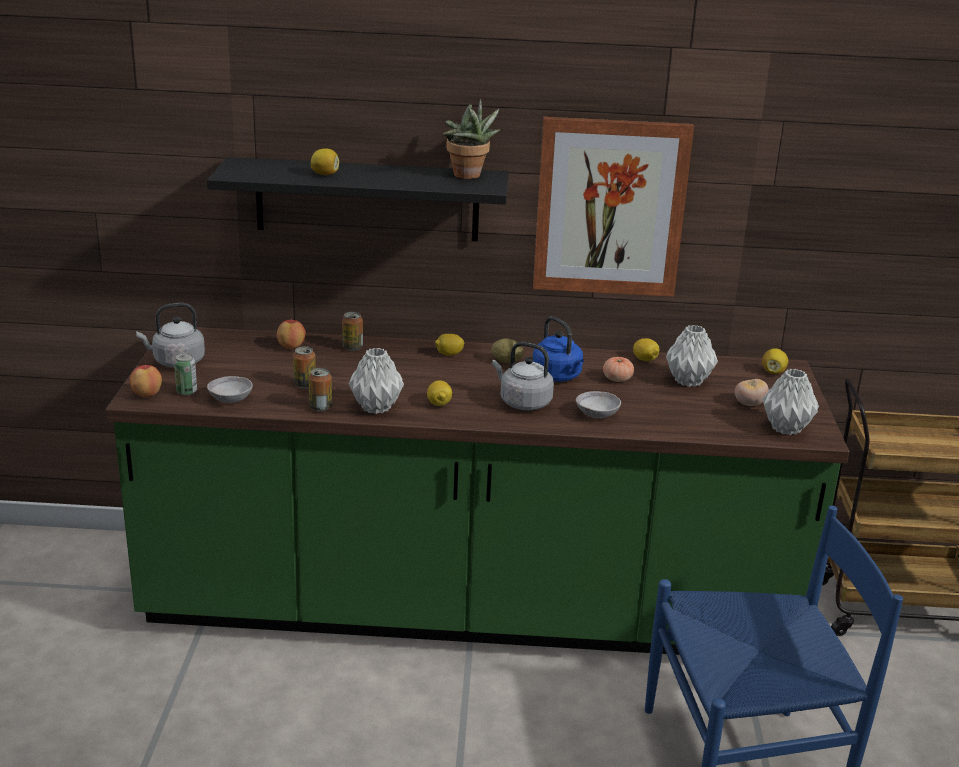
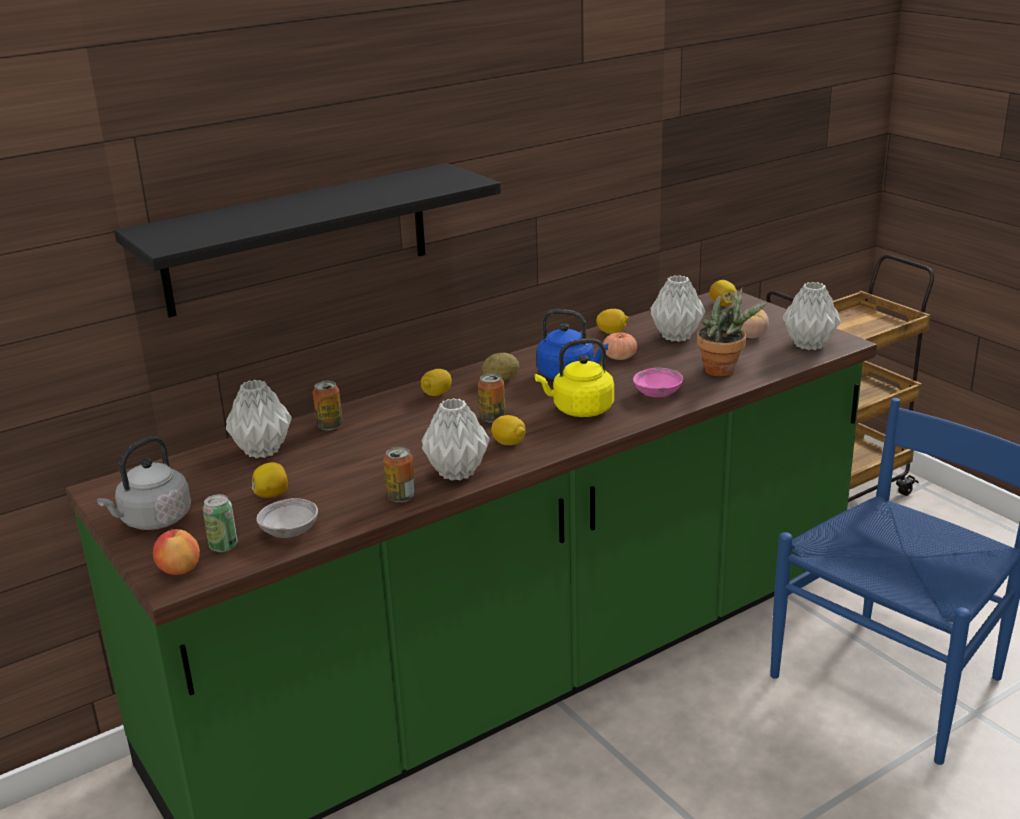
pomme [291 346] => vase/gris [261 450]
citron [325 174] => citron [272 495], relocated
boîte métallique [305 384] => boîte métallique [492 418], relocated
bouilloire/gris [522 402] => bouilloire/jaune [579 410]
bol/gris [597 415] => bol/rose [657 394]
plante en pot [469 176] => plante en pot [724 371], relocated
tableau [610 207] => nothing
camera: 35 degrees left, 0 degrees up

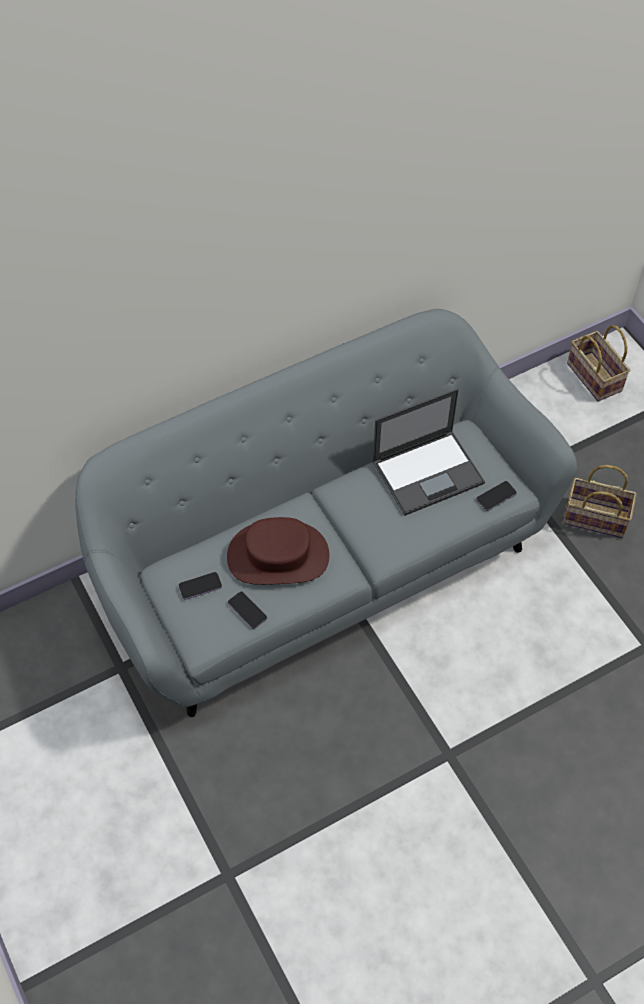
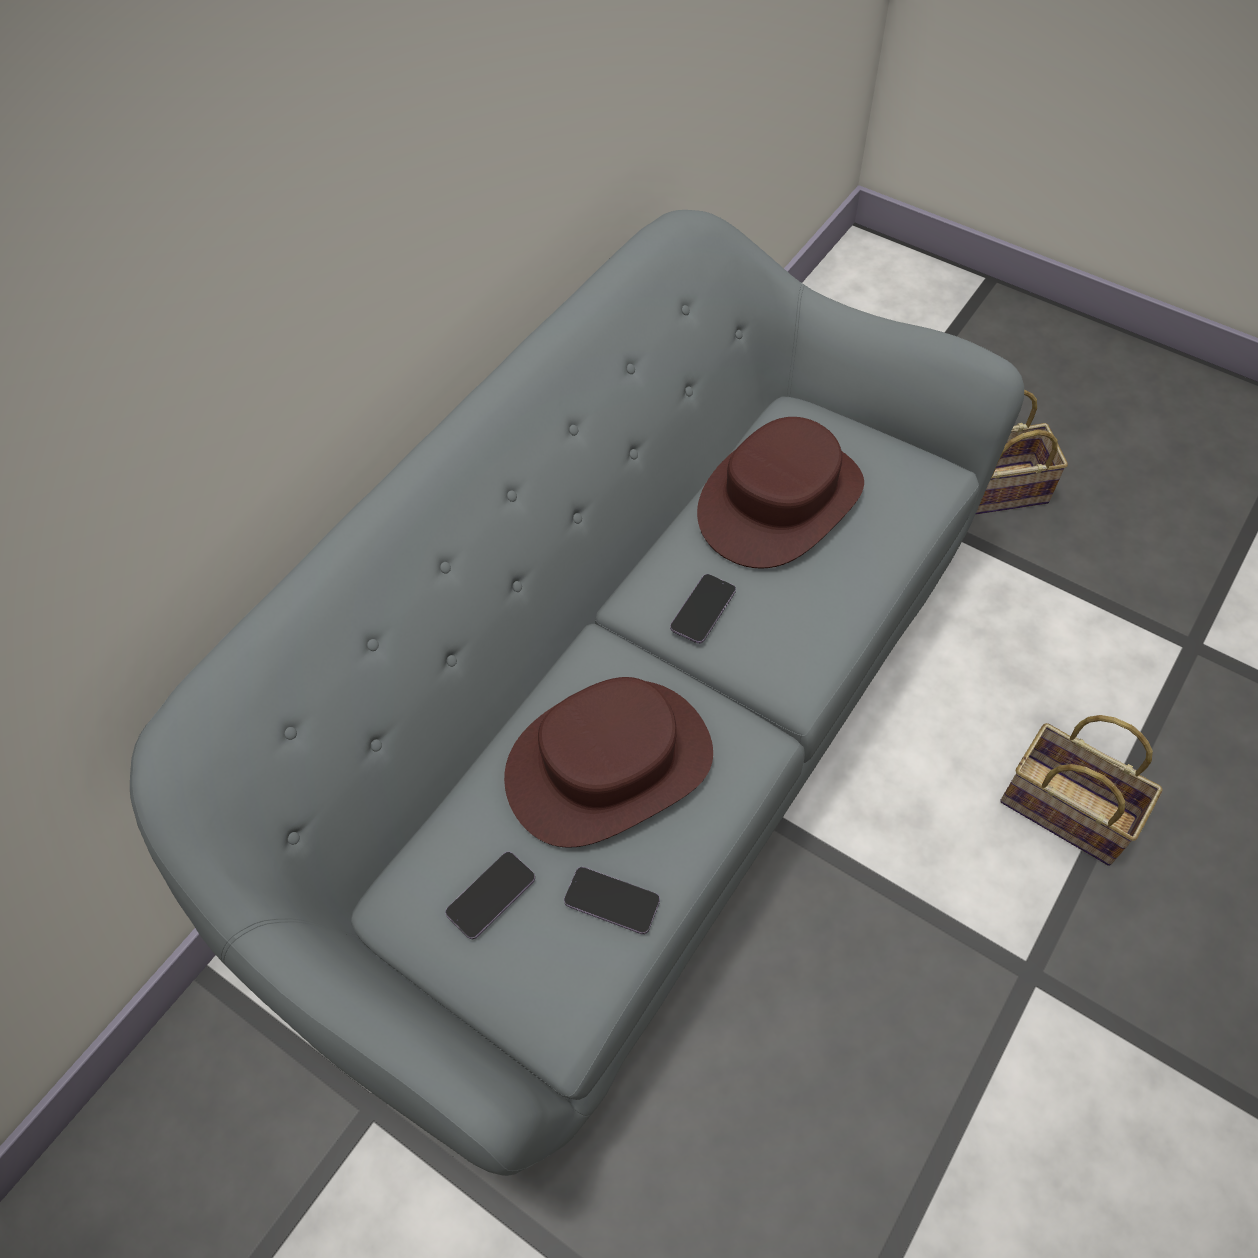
téléphone [496 496] => téléphone [703 610], relocated
ordinateur portable [428 472] => chapeau/marron [779 500]
panier [592 376] => panier [1062 810], relocated
camera: 25 degrees left, 0 degrees up

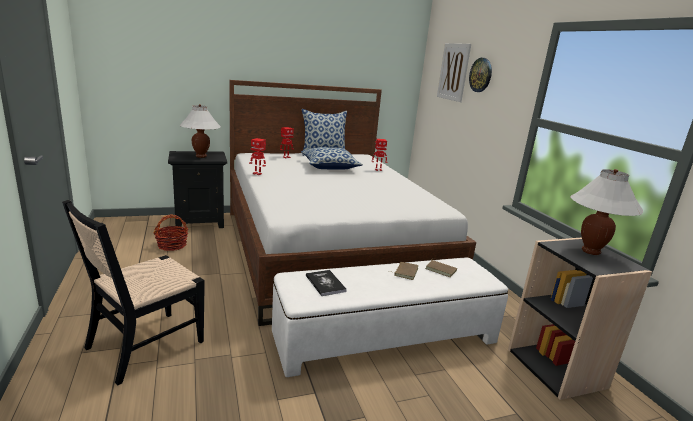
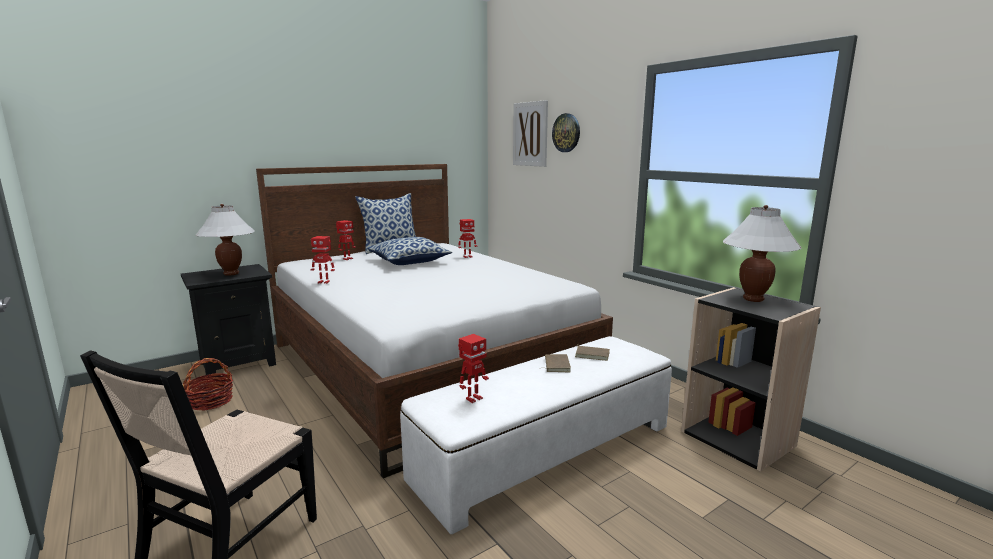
livre [325 283] => robot jouet [473 398]
camera: 15 degrees left, 5 degrees down

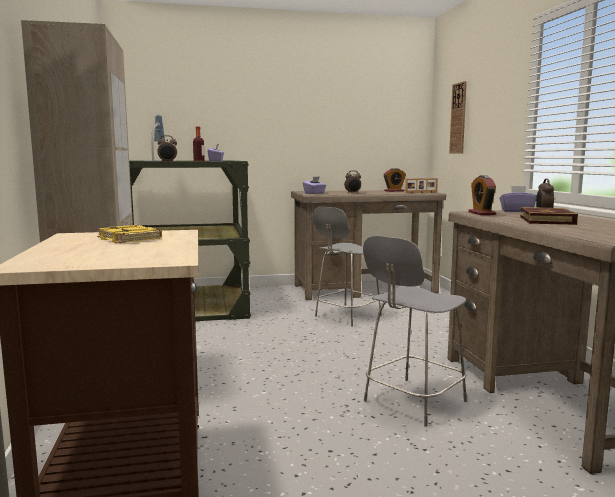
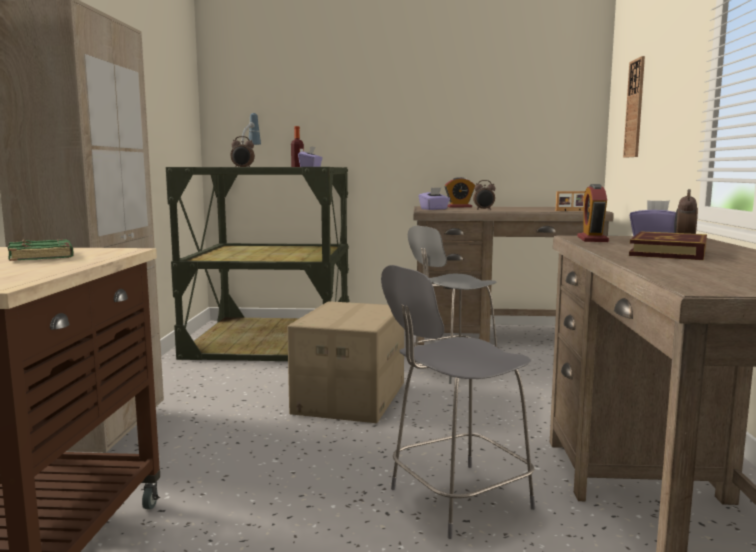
livre/jaune [130 239] => livre/vert [43 256]
nothing => carton [349 398]
réveil [394 191] => réveil [459 207], relocated
camera: 15 degrees right, 0 degrees up

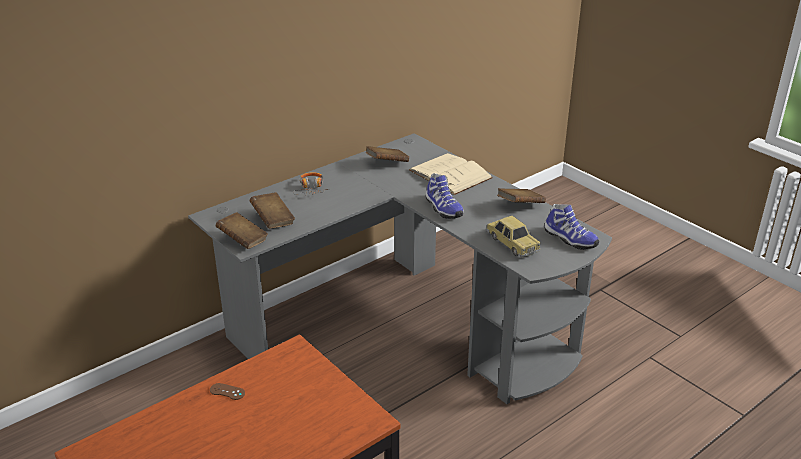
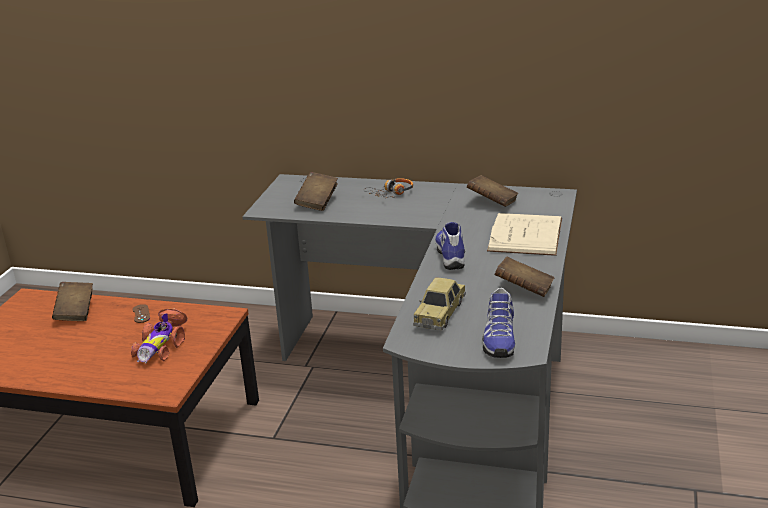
livre/marron [243 240] => livre/marron [75 312], relocated
nothing => petite voiture [161 346]
chaussure [442 208] => chaussure [452 256], 150 degrees clockwise
camera: 55 degrees right, 5 degrees down

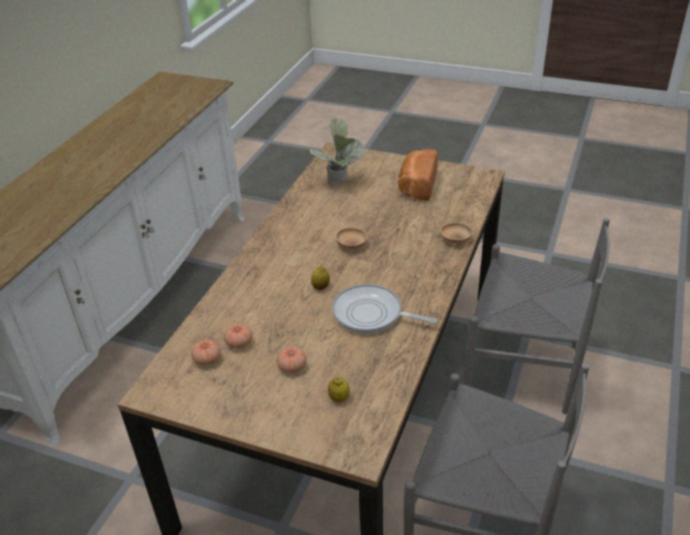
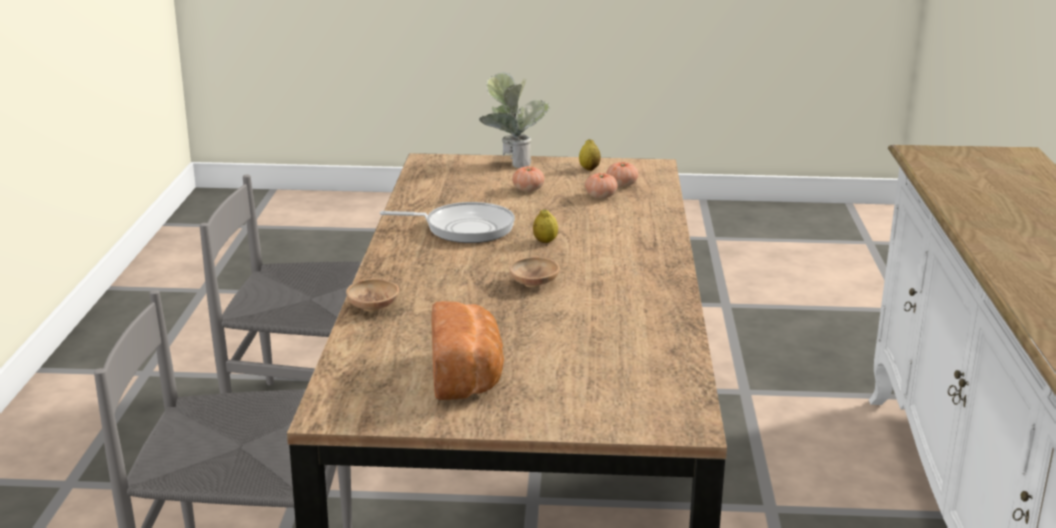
plante en pot [339 184] => plante en pot [512 162], relocated
citron [339 398] => citron [589 169], relocated
camera: 160 degrees right, 15 degrees down

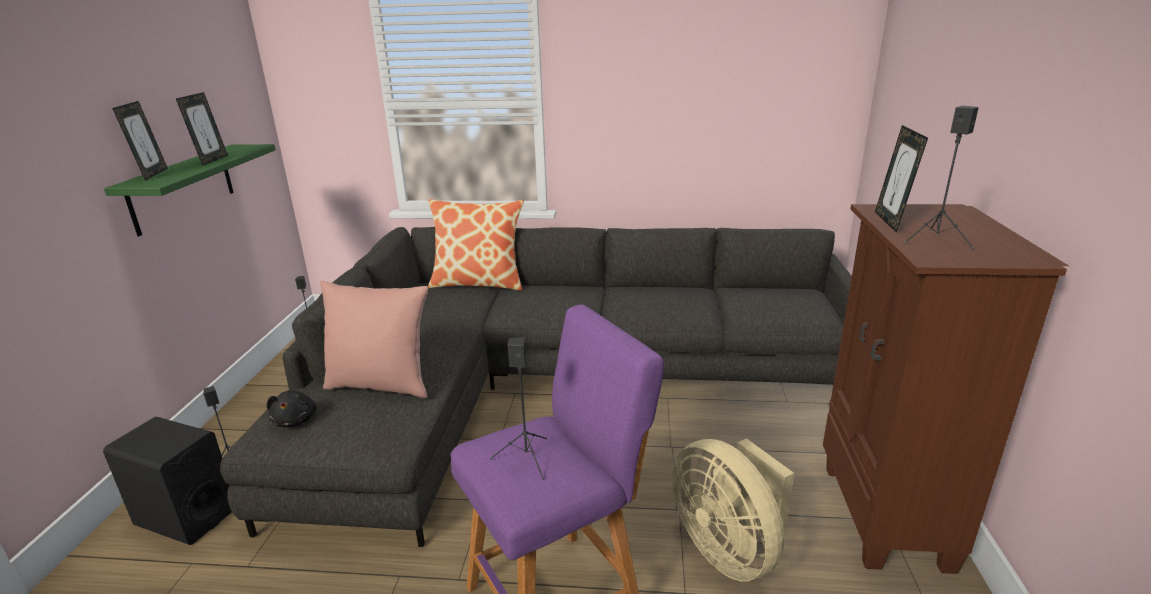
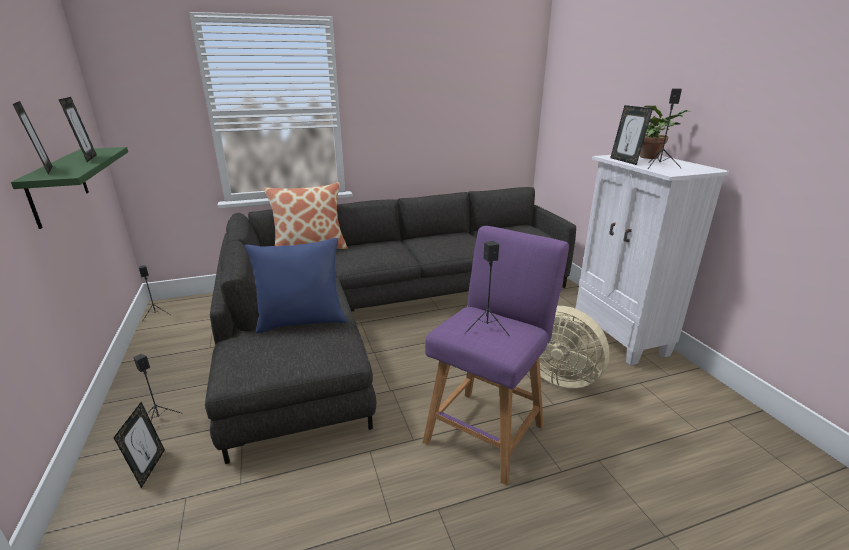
enceinte/noir [186 516] => cadre photo [149 468]
coussin/rose [381 385] => coussin/bleu [302 321]
meuble de rangement/marron [881 517] => meuble de rangement/blanc [619 339]
nothing => plante en pot [651 157]
peluche/noir [296 420] => nothing
camera: 25 degrees left, 0 degrees up

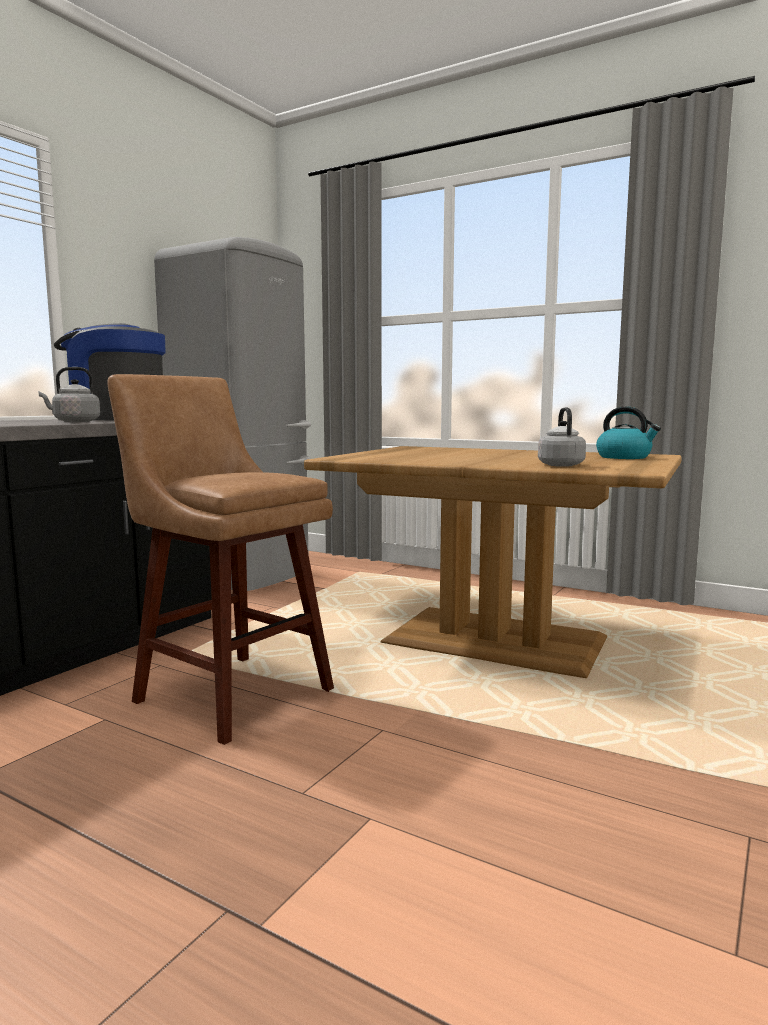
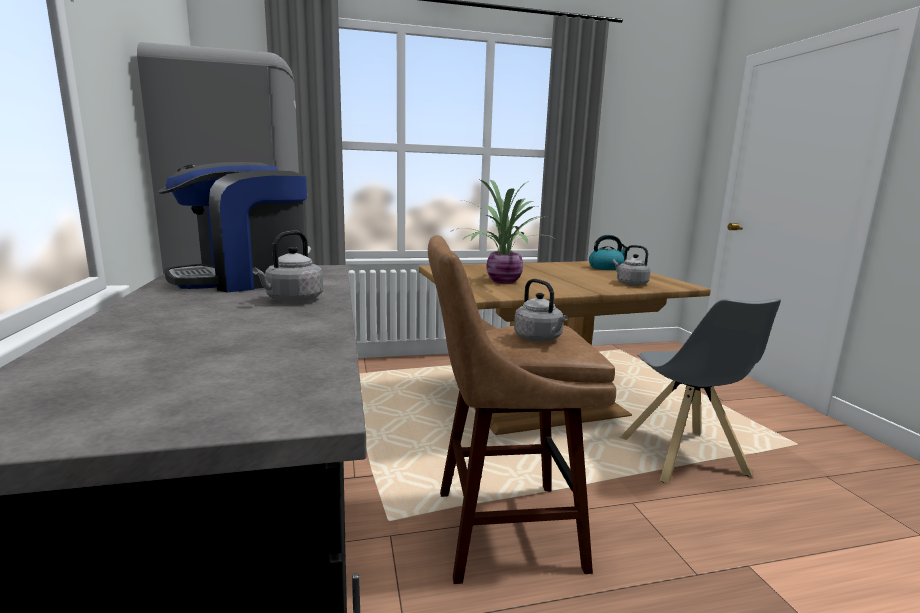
nothing => plante en pot [502 281]
nothing => bouilloire/gris [539 339]
nothing => chaise/gris [684 457]
camera: 45 degrees left, 5 degrees up

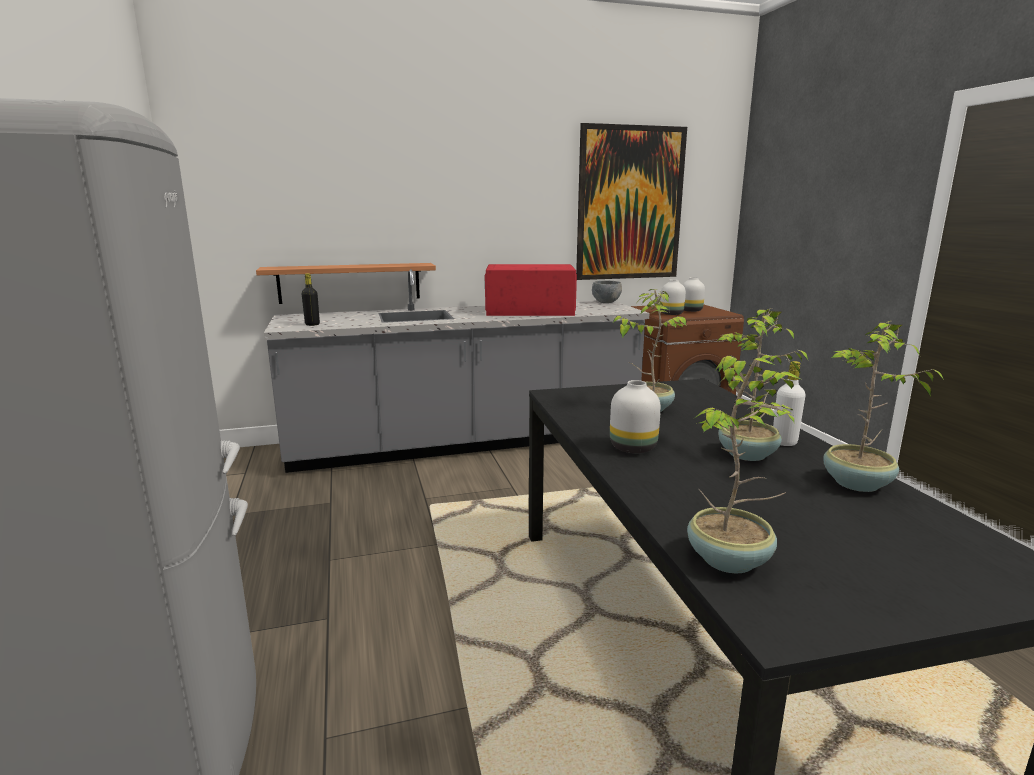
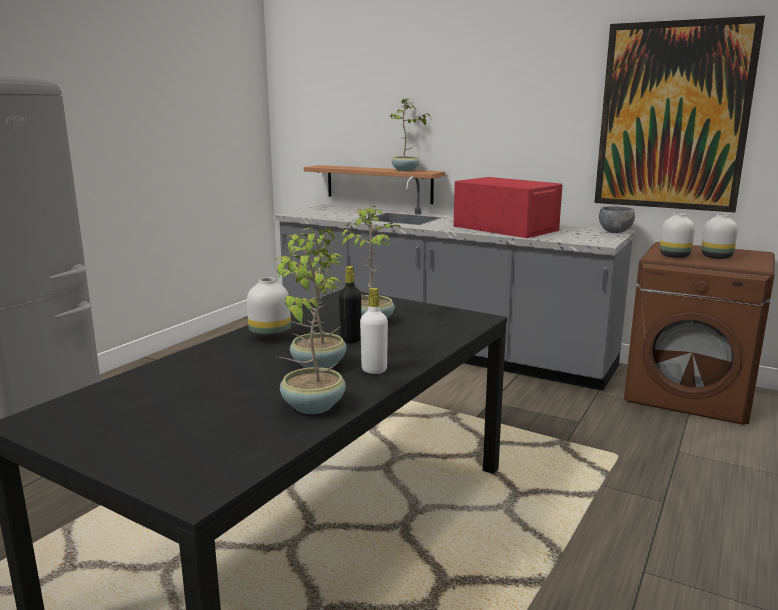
bouteille/noir [312 324] => bouteille/noir [350 339], relocated
plante en pot [730 560] => plante en pot [405 170], relocated
camera: 45 degrees right, 0 degrees up

